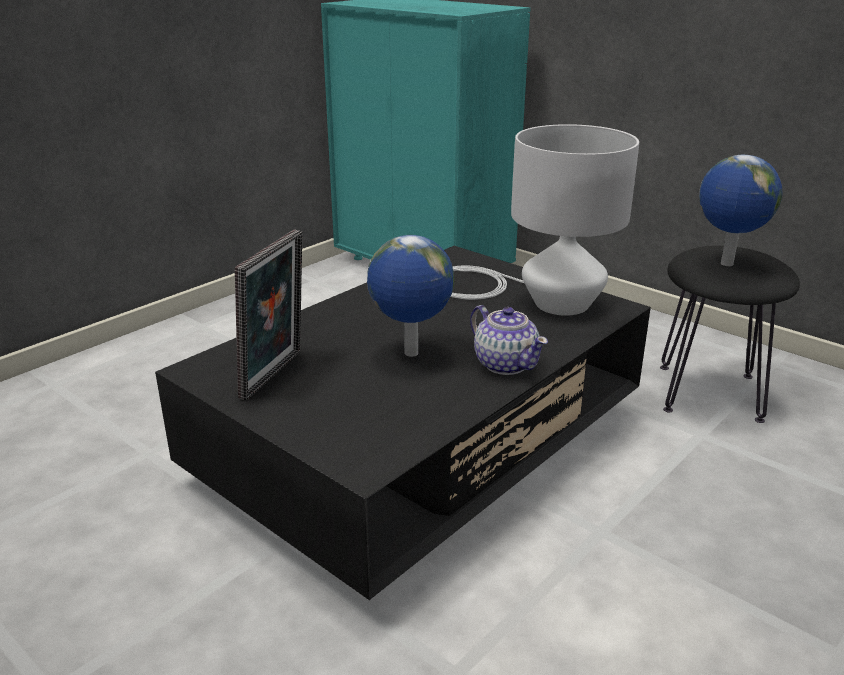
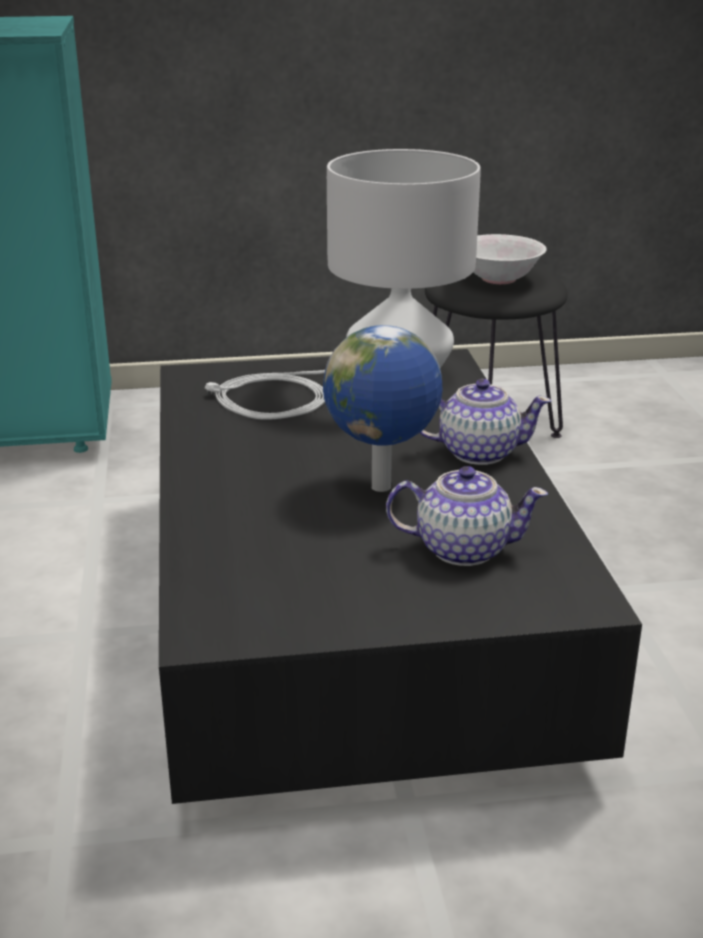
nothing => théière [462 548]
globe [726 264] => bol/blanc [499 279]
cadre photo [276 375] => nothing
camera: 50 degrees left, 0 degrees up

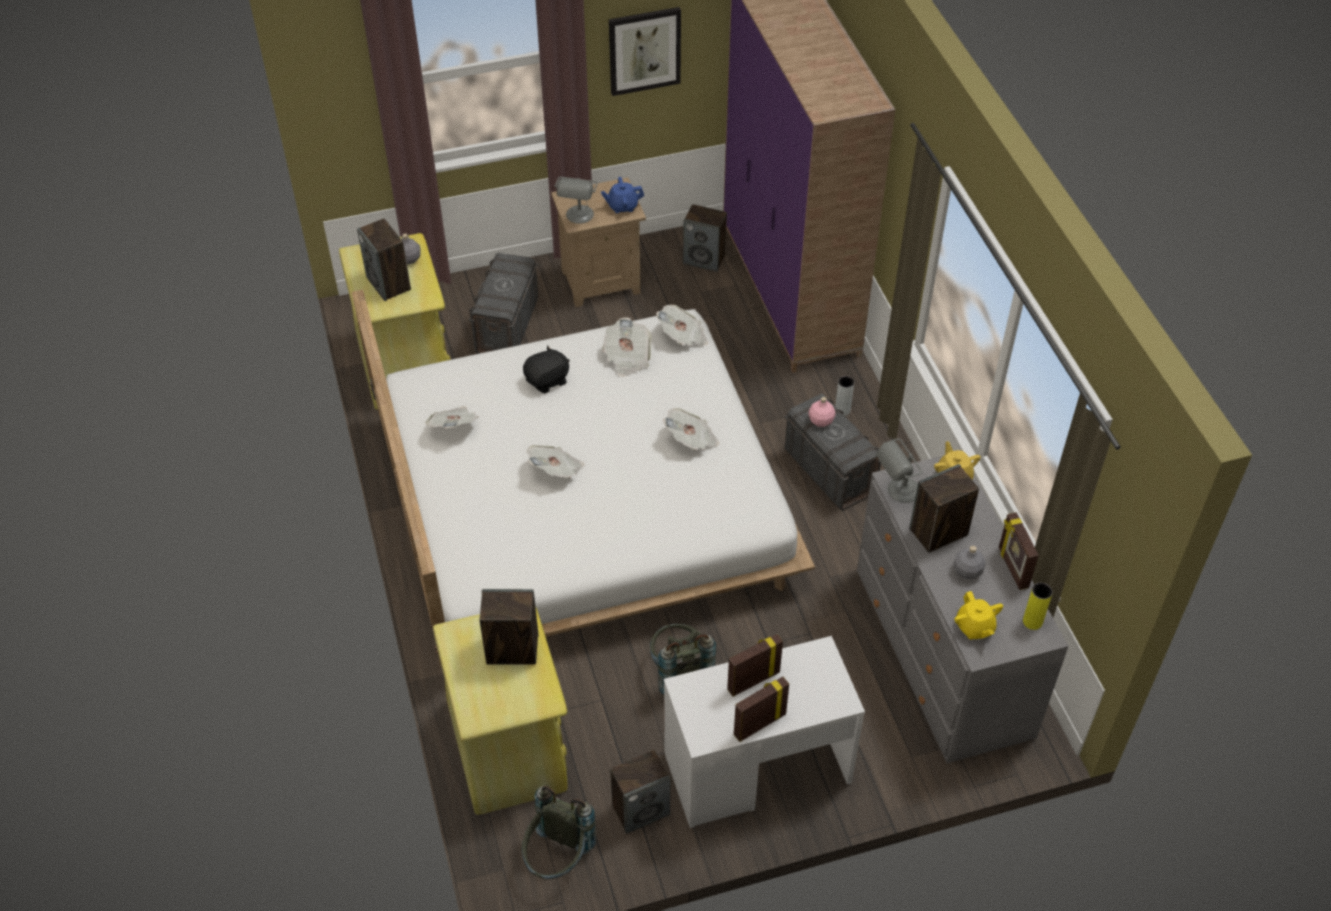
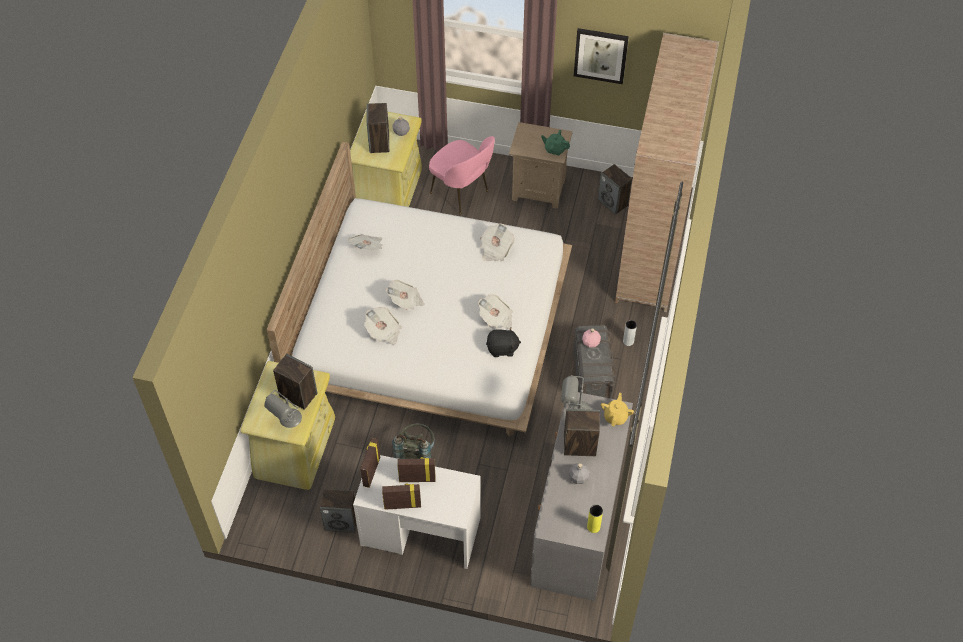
lampe de table/gris [579 218] => lampe de table/gris [287 421], relocated
cadre photo [1012 568] => cadre photo [371 471], relocated
journal [683 336] => journal [383 332], relocated
boîte de rangement/gris [507 326] => chaise/rose [462 195]
peluche/noir [547 380] => peluche/noir [502 349], relocated
théière/bleu [622 206] => théière/vert [555 149]
sac à dos/gris [557 859] => nothing
théière/jaune [974 627] => nothing
camera: 30 degrees right, 5 degrees up

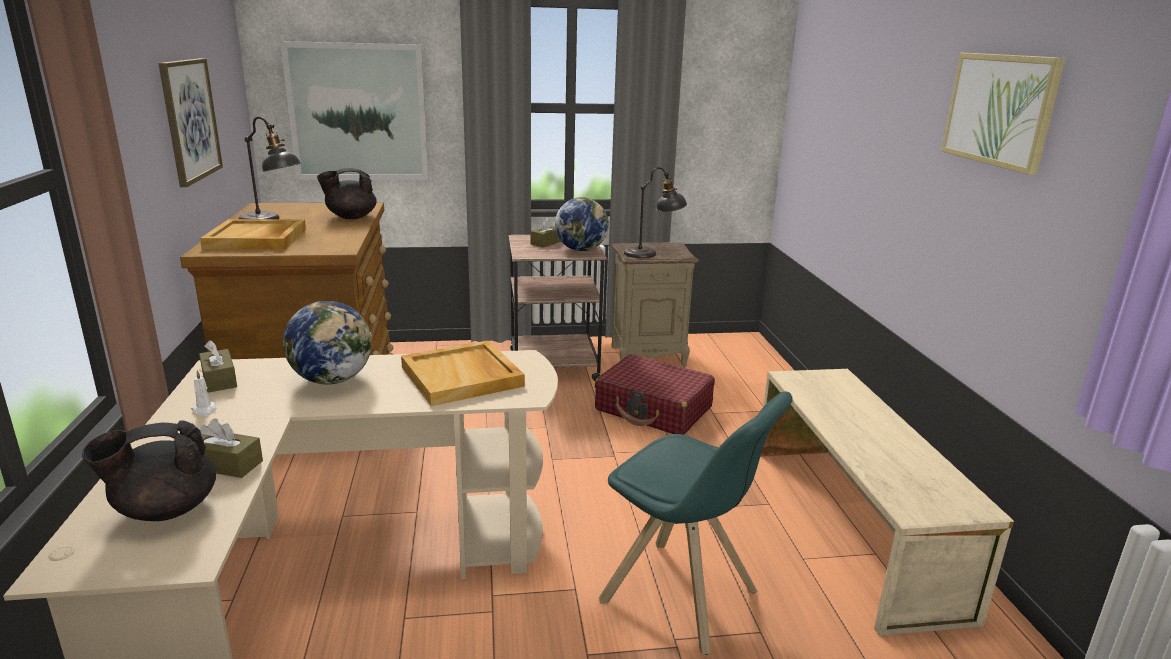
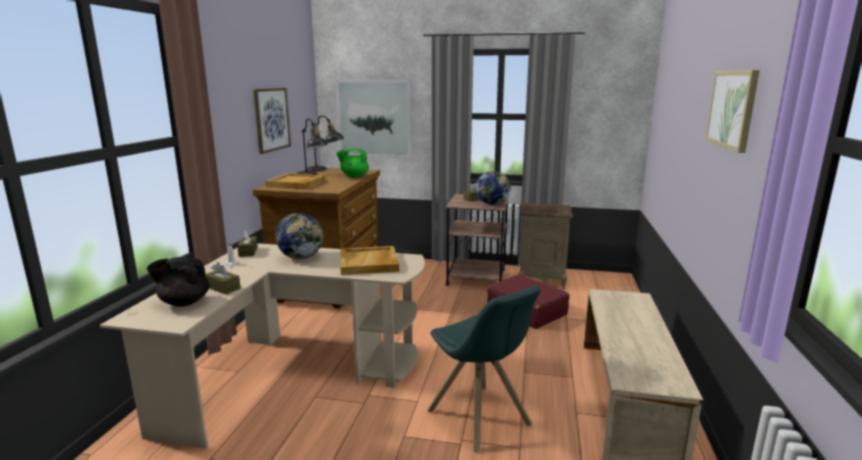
lampe de table/gris [652 252] => lampe de table/gris [325 169], relocated
théière/noir [350 217] => théière/vert [354 176]
camera: 20 degrees right, 5 degrees down

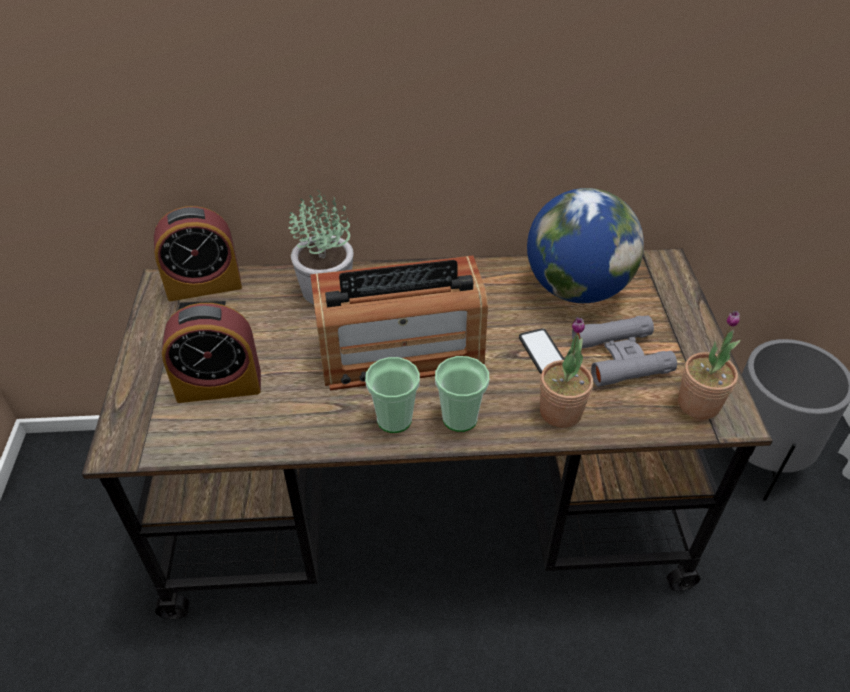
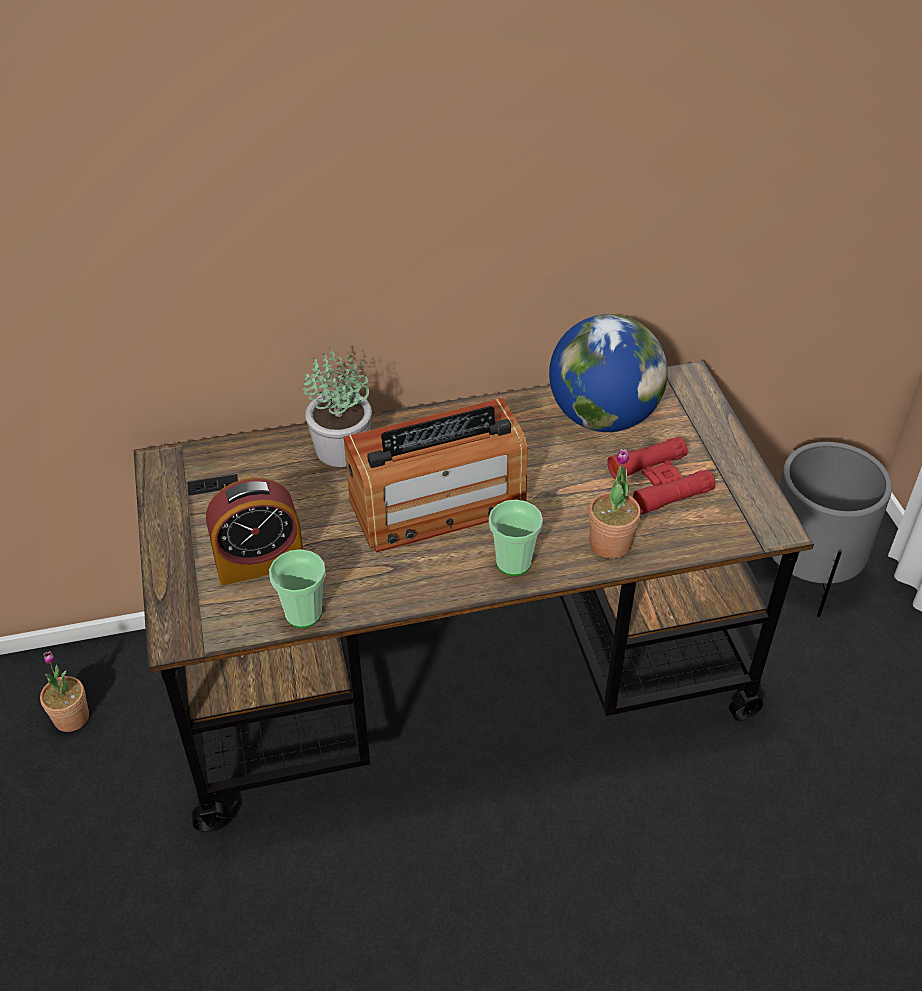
plante en pot [698 404] => plante en pot [71 717], relocated
tasse [394 419] => tasse [303 613], relocated
jumelles/gris [621 357] => jumelles/rouge [659 482]
réveil [204 285] => nothing
téléphone [542 352] => nothing
camera: 10 degrees left, 0 degrees up

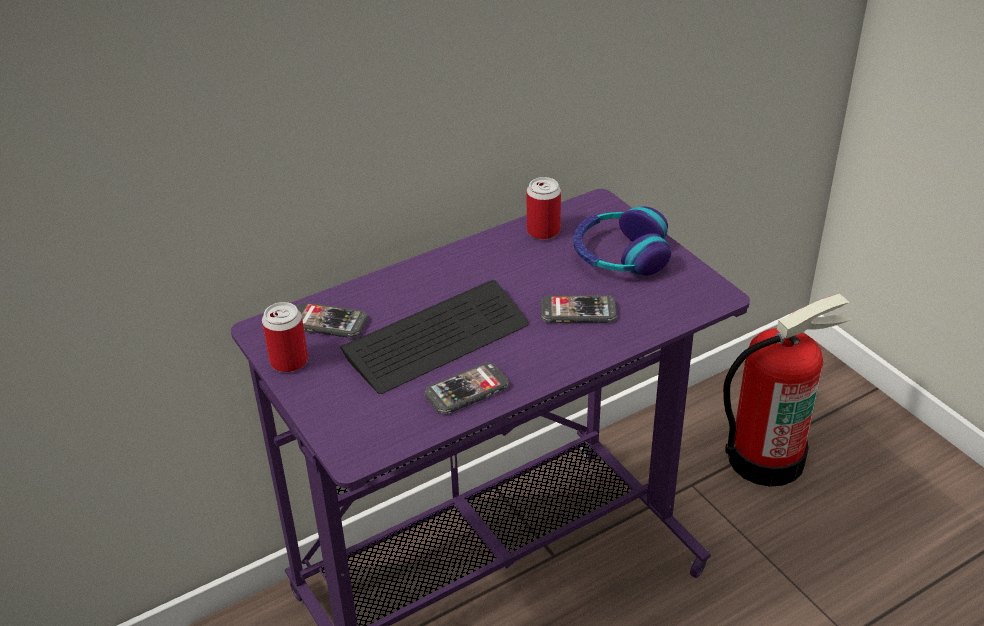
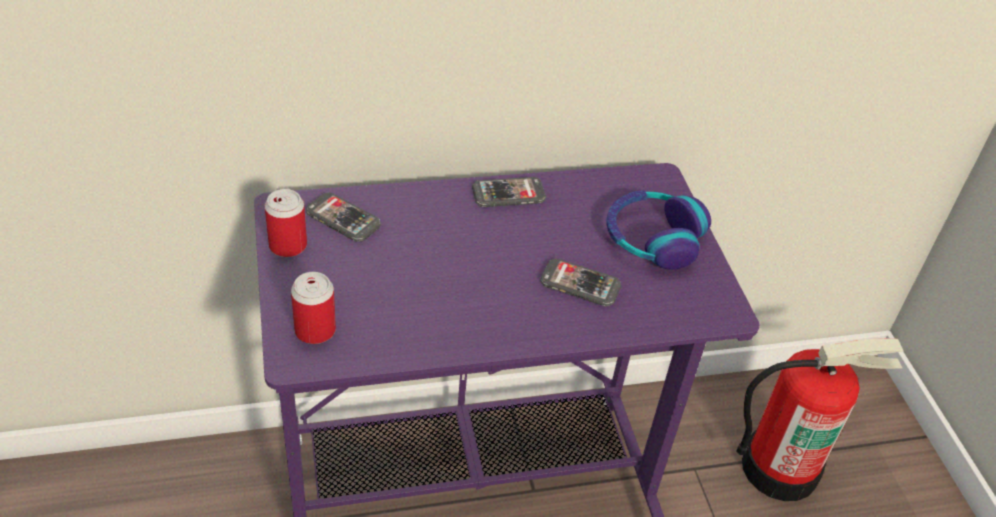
boîte métallique [543 231] => boîte métallique [315 330], relocated
téléphone [467 390] => téléphone [508 194], relocated
clavier [437 339] => nothing
camera: 15 degrees right, 5 degrees up

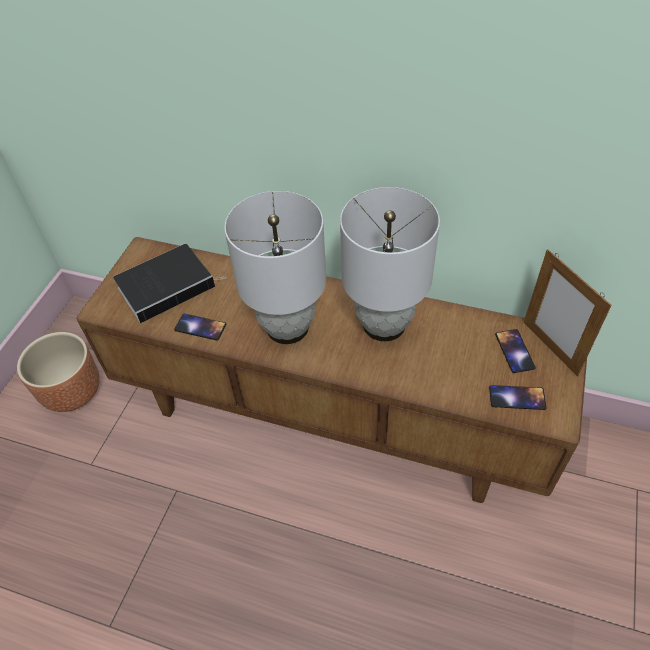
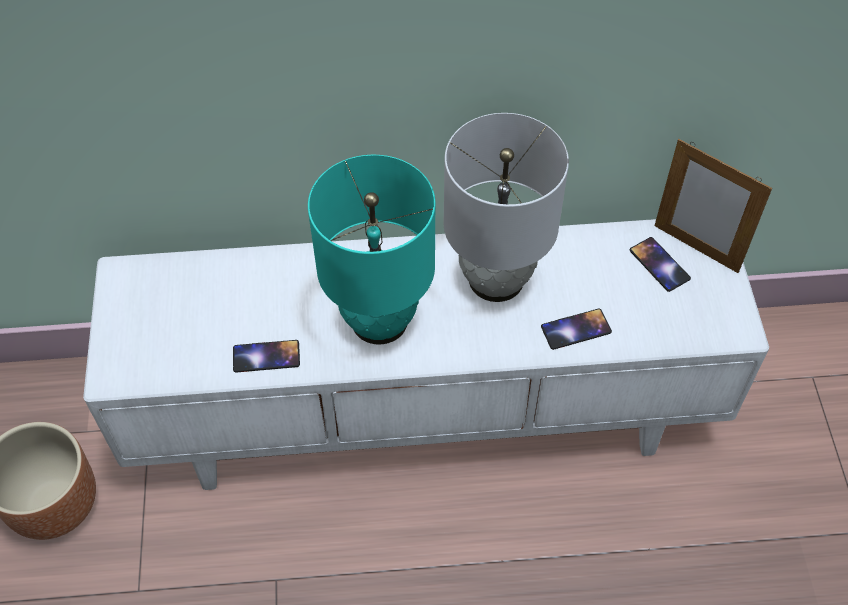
meuble télé/marron [332 408] => meuble télé/blanc [426 402]
lampe de table/blanc [287 327] => lampe de table/turquoise [379 321]
téléphone [517 397] => téléphone [576 329], relocated
livre [168 285] => nothing
camera: 25 degrees left, 5 degrees up

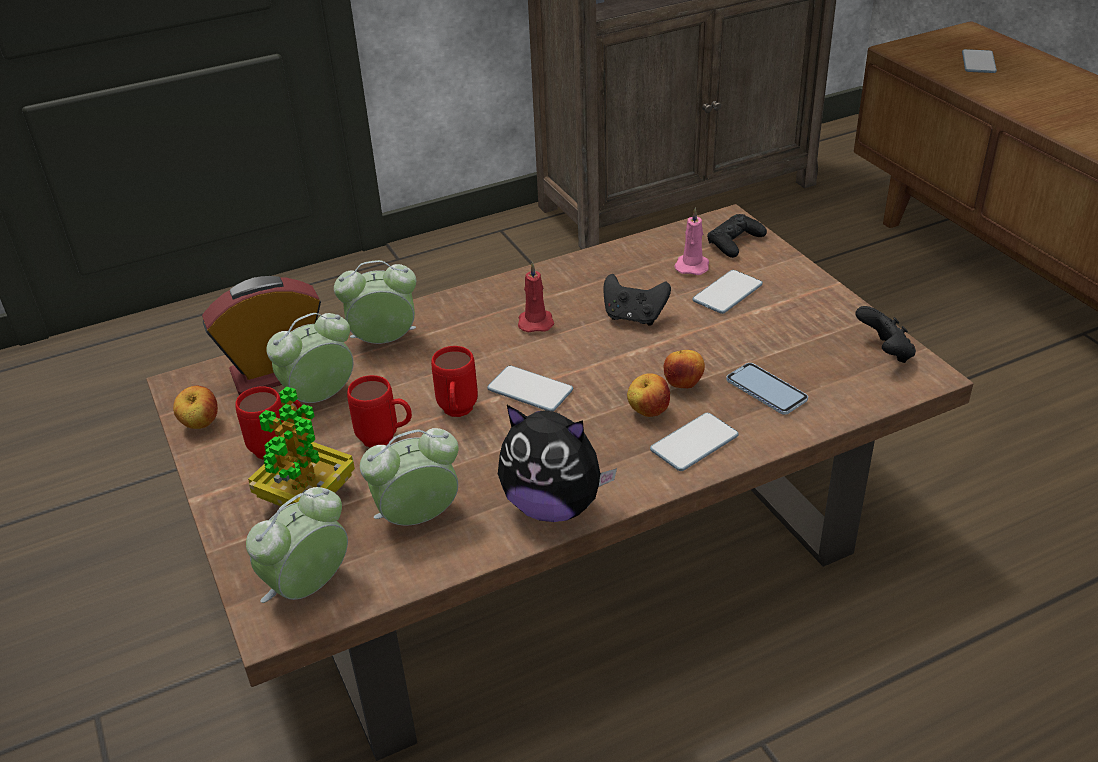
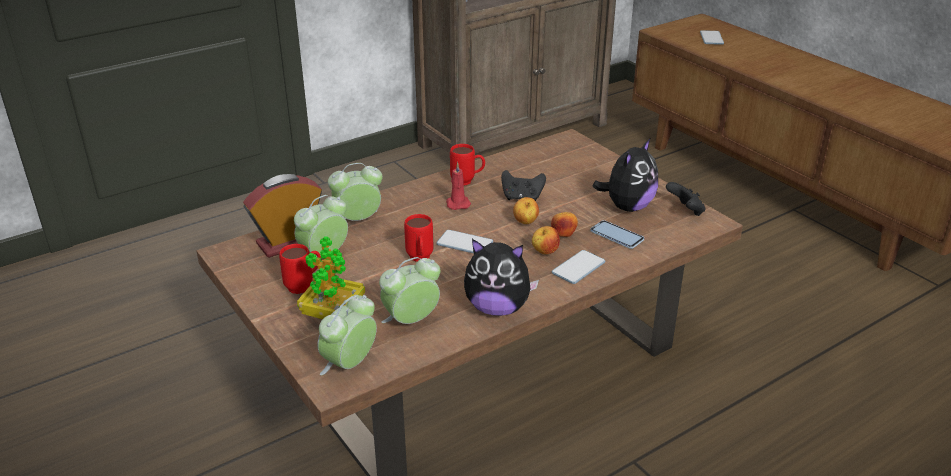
mug/rouge [386 440] => mug/rouge [467 182], relocated
pomme [200 425] => pomme [525 223], relocated
nothing => peluche [627 206]
bougie/rose [692 266] => nothing
téléphone [727 293] => nothing
manette/noir [735 242] => nothing
camera: 10 degrees left, 5 degrees down

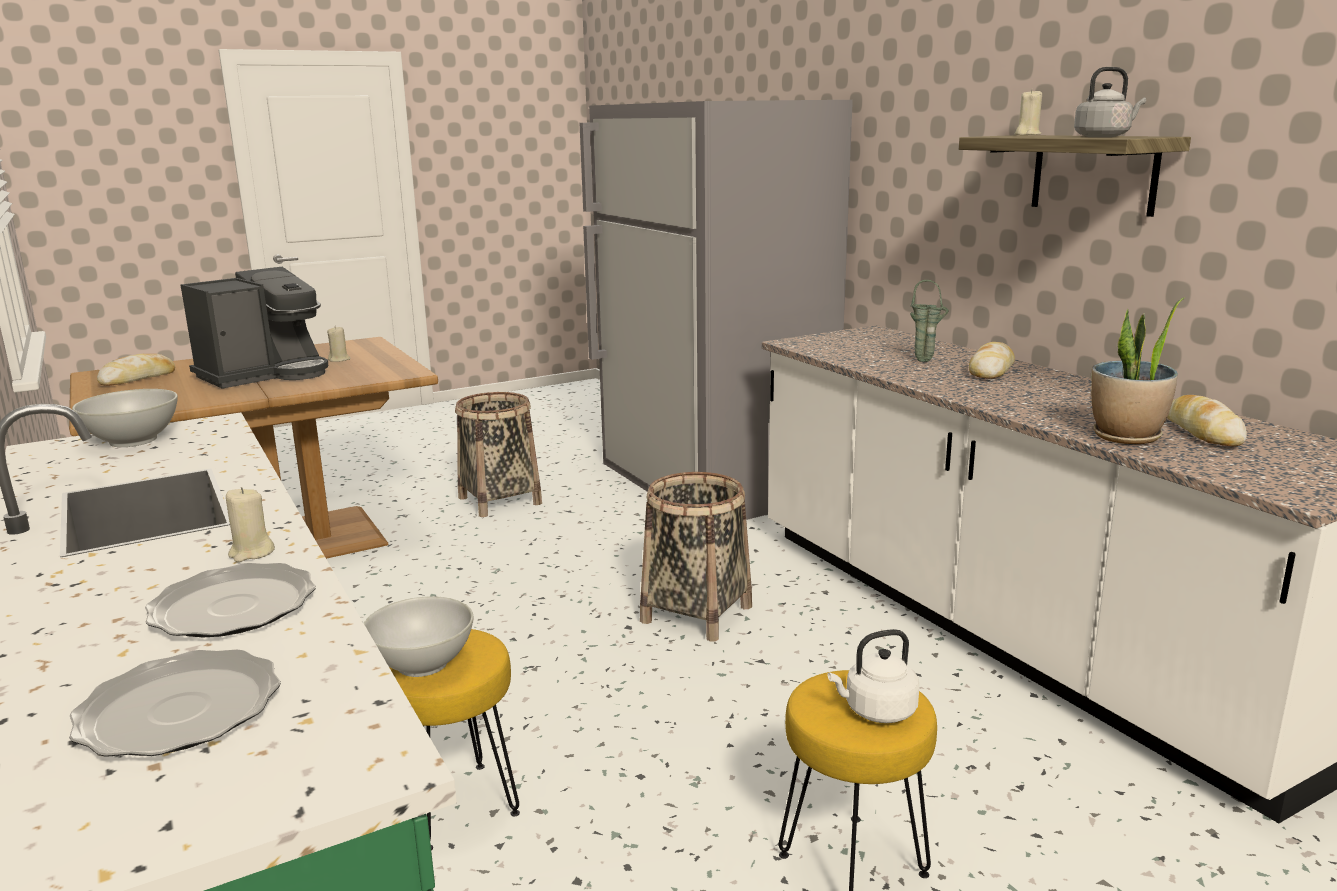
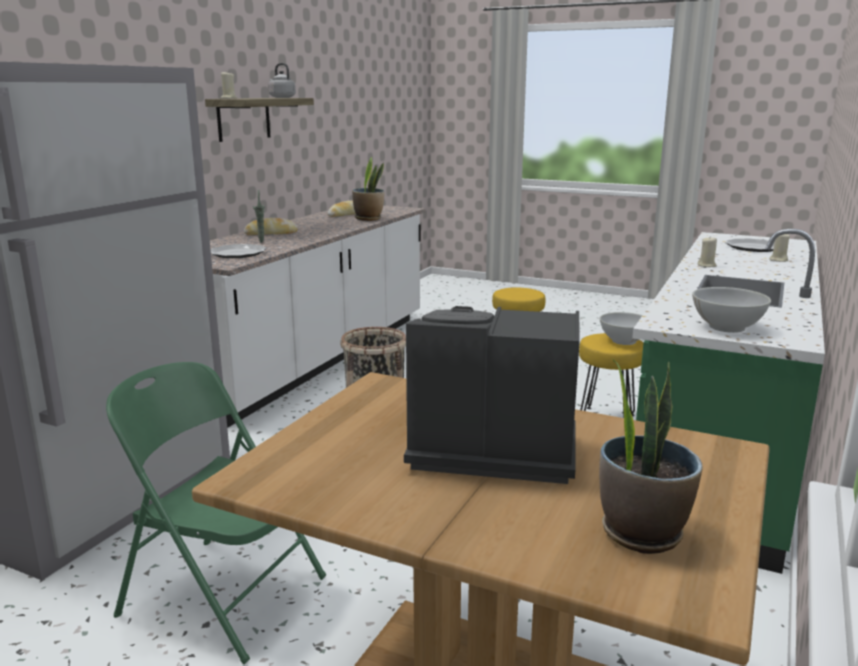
panier [500 501] => chaise/vert [224 595]
assiette [233 607] => assiette [238 253], relocated
pain [138 378] => plante en pot [641 532]
bougie/beige [339 360] => bougie/beige [778 260], relocated
bouilloire/blanc [876 711] => nothing
camera: 125 degrees left, 0 degrees up

